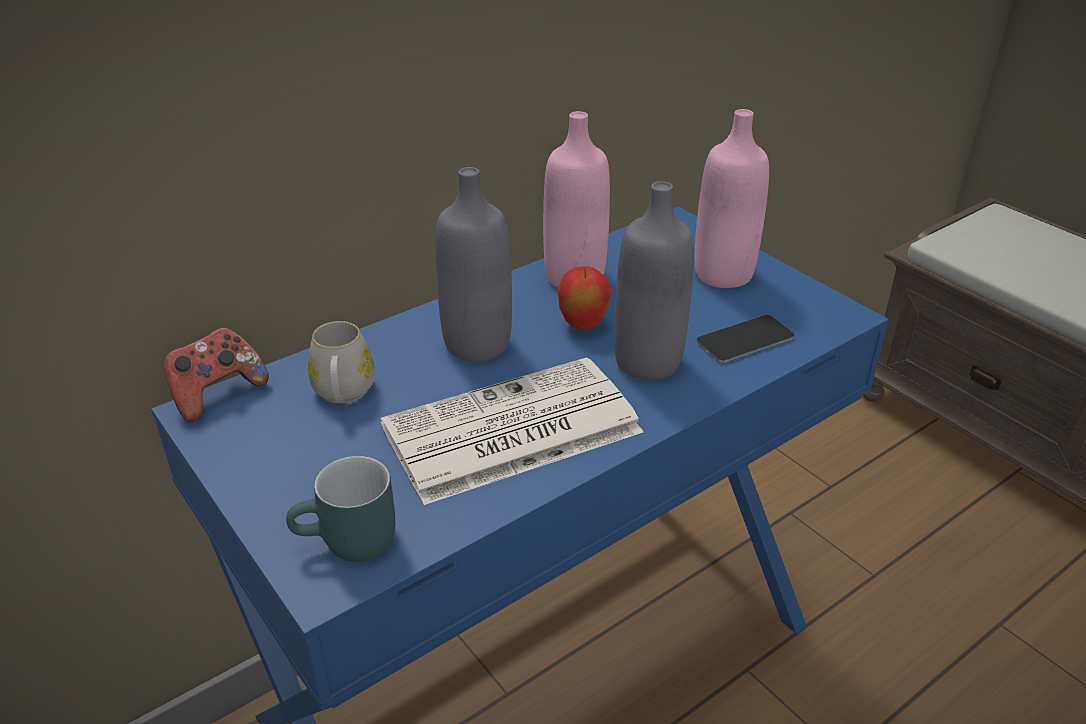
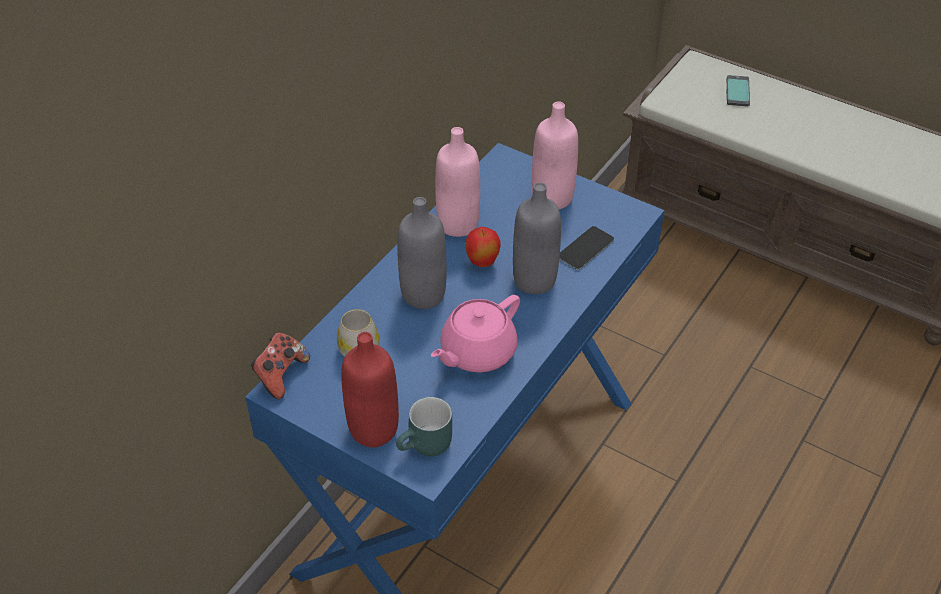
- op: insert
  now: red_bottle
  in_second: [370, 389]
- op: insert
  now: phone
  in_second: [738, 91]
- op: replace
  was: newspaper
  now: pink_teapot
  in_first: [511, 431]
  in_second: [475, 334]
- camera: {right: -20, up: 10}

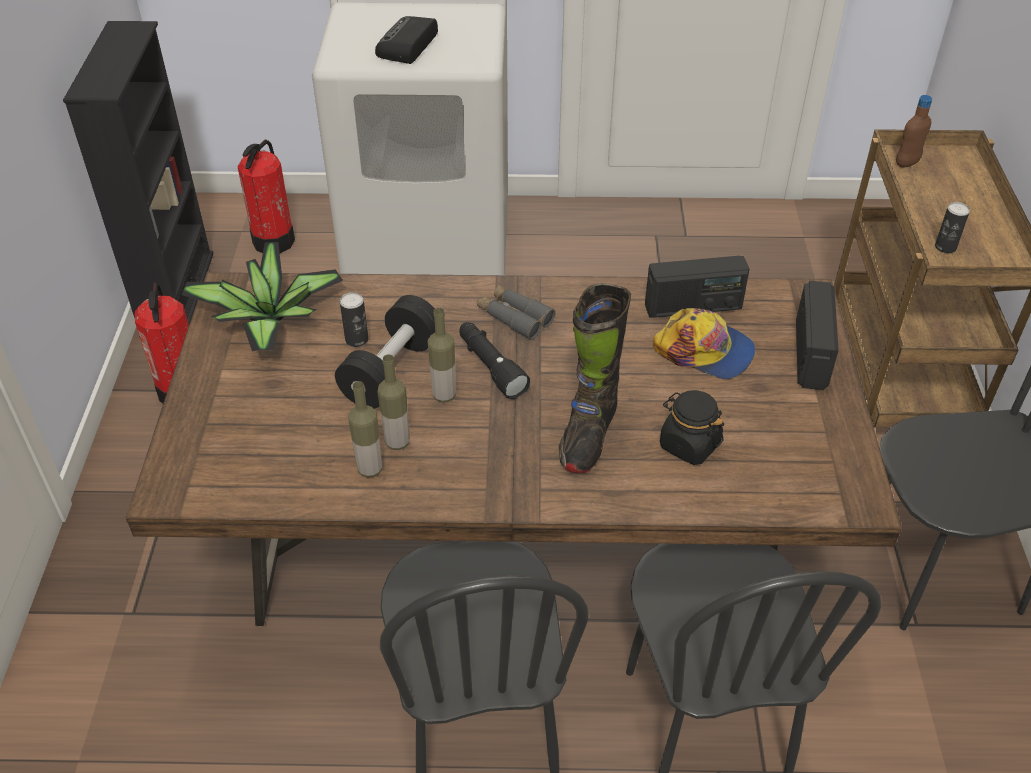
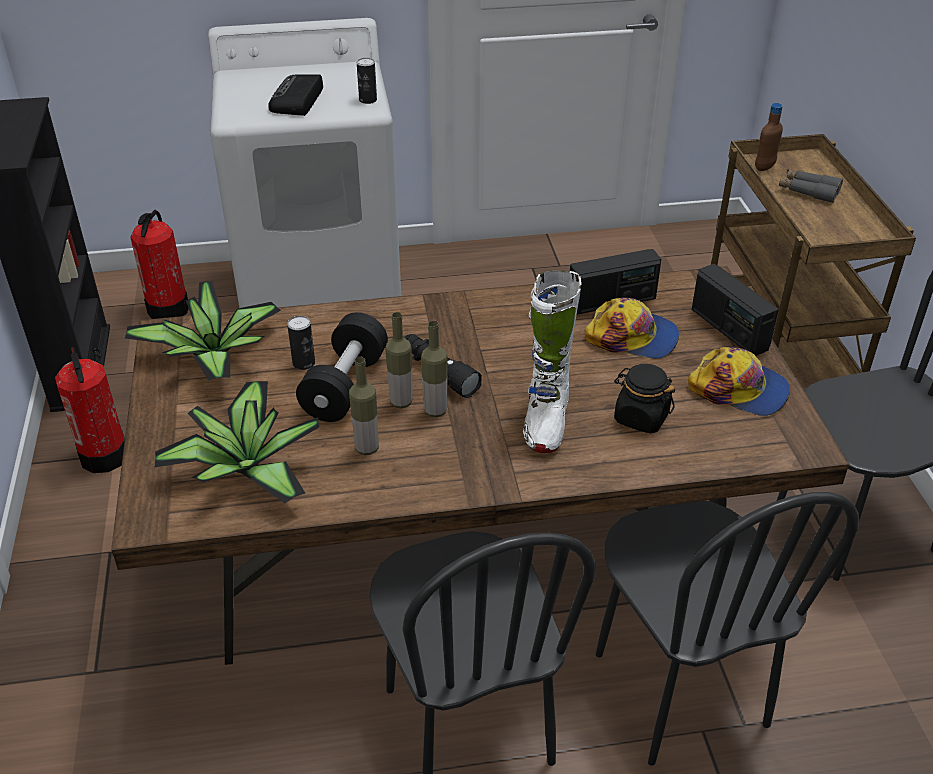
- op: insert
  now: potted_plant
  in_second: [236, 442]
- op: insert
  now: cap
  in_second: [739, 381]
- op: move
  was: bottle
  in_first: [365, 429]
  in_second: [434, 369]
- op: move
  was: grey_binoculars
  in_first: [516, 312]
  in_second: [811, 186]
- op: move
  was: can
  in_first: [952, 227]
  in_second: [367, 81]
- op: recolor
  was: black_boot
  now: white_boot
  in_first: [595, 378]
  in_second: [552, 361]
- op: rotate
  was: radio
  in_first: [817, 335]
  in_second: [735, 310]
  clockwise: 150
- camera: {right: -10, up: -5}

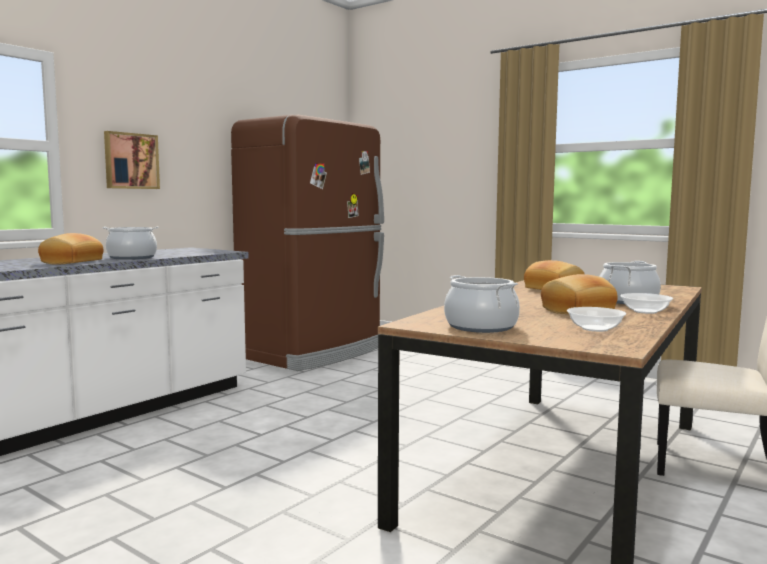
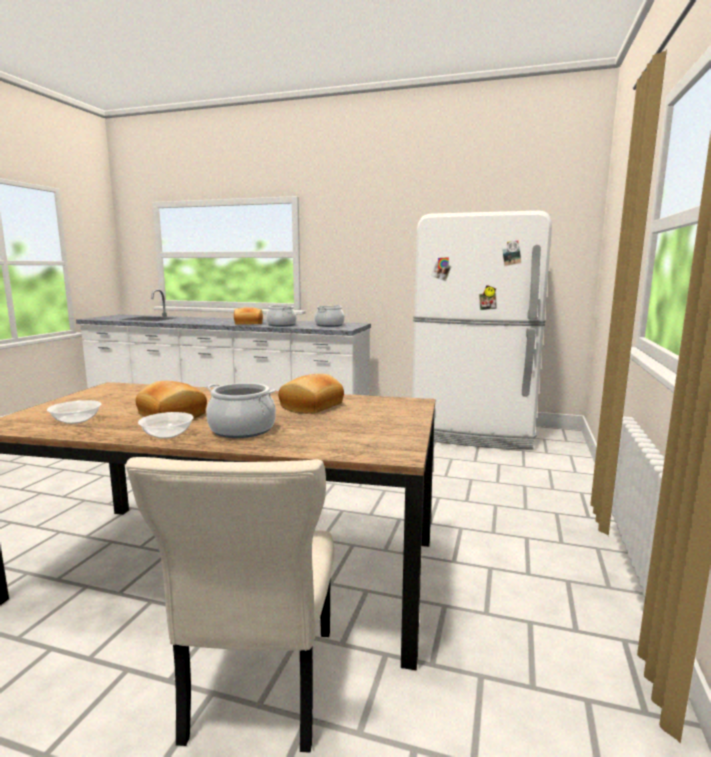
- op: delete
  was: picture
  in_first: [132, 160]
- op: move
  was: cooking_pot
  in_first: [482, 304]
  in_second: [329, 316]
- op: recolor
  was: brown_fridge
  now: white_fridge
  in_first: [307, 243]
  in_second: [482, 330]
- camera: {right: 70, up: 5}

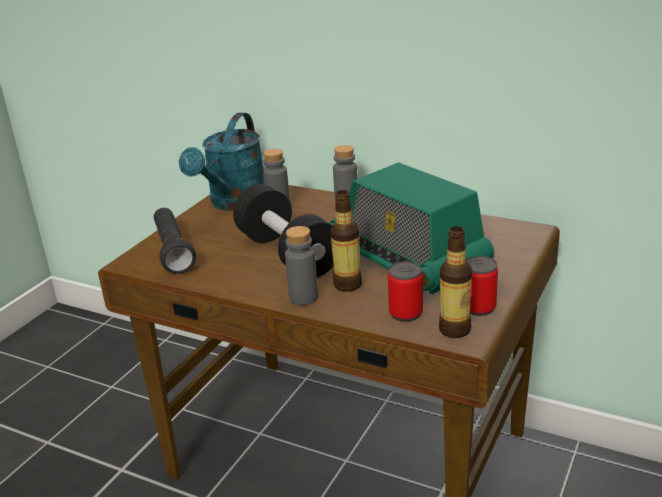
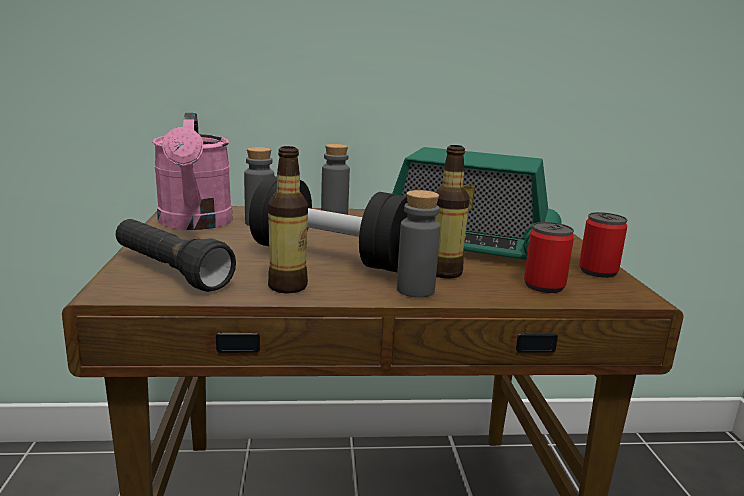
- op: move
  was: bottle
  in_first: [455, 282]
  in_second: [288, 219]
- op: recolor
  was: turquoise_watering_can
  now: pink_watering_can
  in_first: [221, 161]
  in_second: [192, 171]
- camera: {right: -35, up: -10}

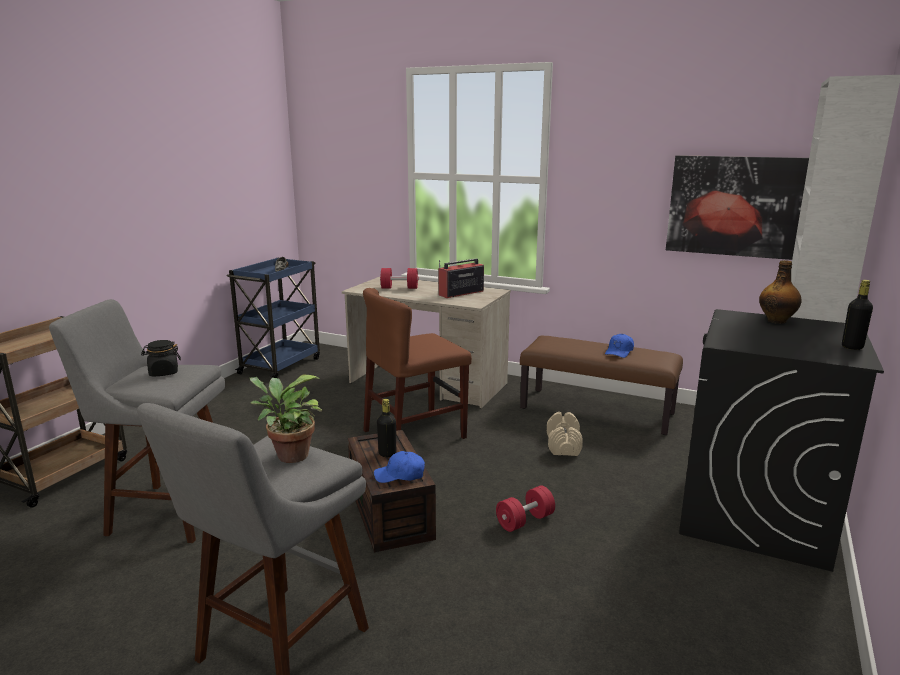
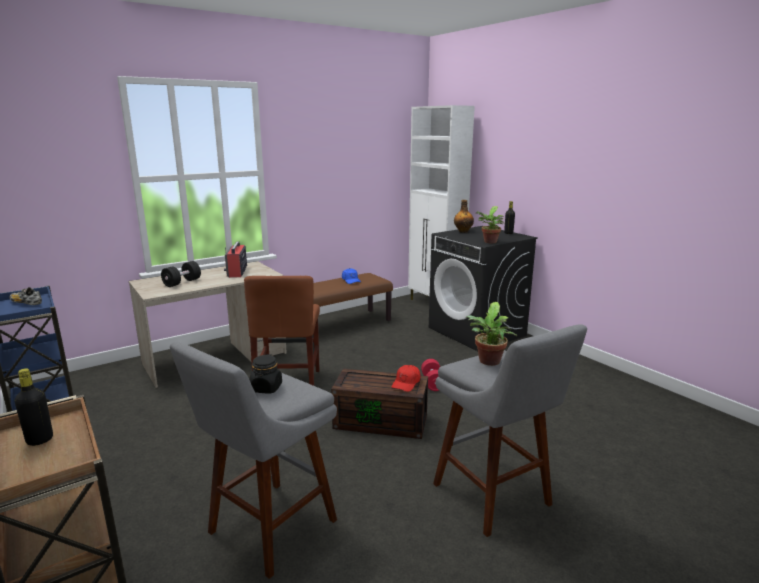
- op: delete
  was: beige_dumbbell
  in_first: [565, 434]
- op: delete
  was: picture
  in_first: [737, 207]
- op: insert
  now: potted_plant
  in_second: [490, 224]
- op: move
  was: black_bottle
  in_first: [386, 428]
  in_second: [34, 407]
- op: recolor
  was: blue_cap
  now: red_cap
  in_first: [399, 467]
  in_second: [406, 378]
- op: recolor
  was: red_dumbbell
  now: black_dumbbell
  in_first: [399, 278]
  in_second: [181, 274]
- camera: {right: -60, up: 0}

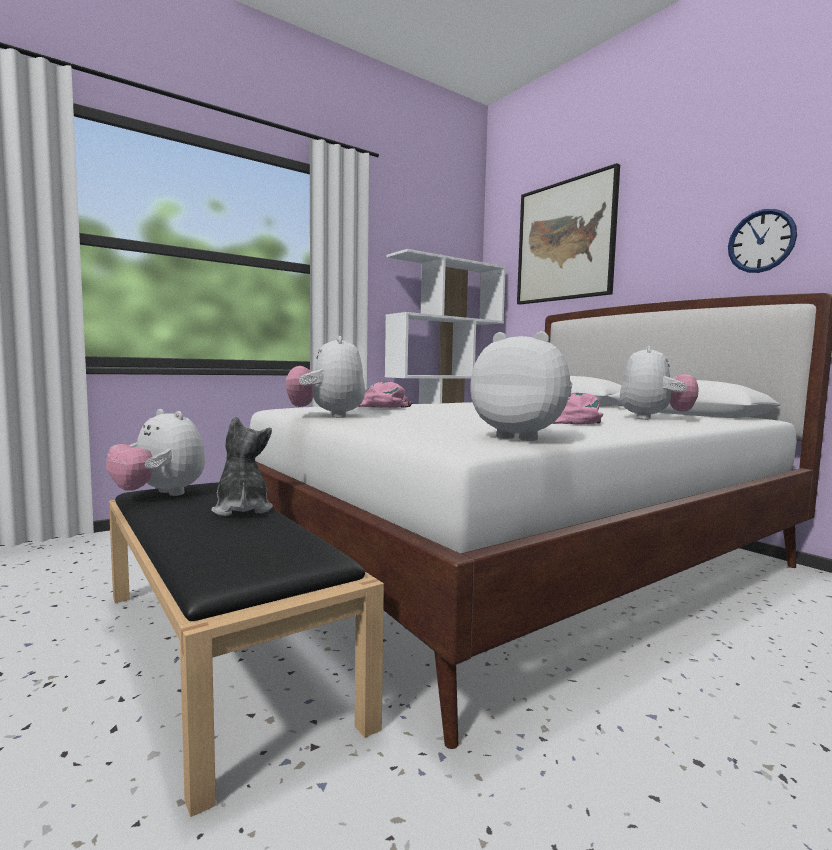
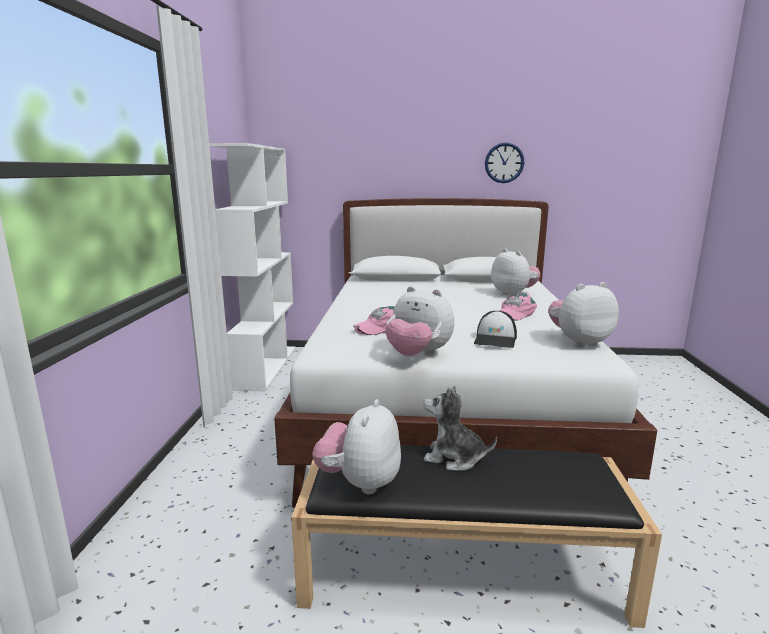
- op: delete
  was: picture
  in_first: [568, 233]
- op: insert
  now: cap
  in_second: [495, 329]
- op: rotate
  was: plush_toy
  in_first: [155, 452]
  in_second: [356, 446]
  clockwise: 120
- camera: {right: -50, up: 10}

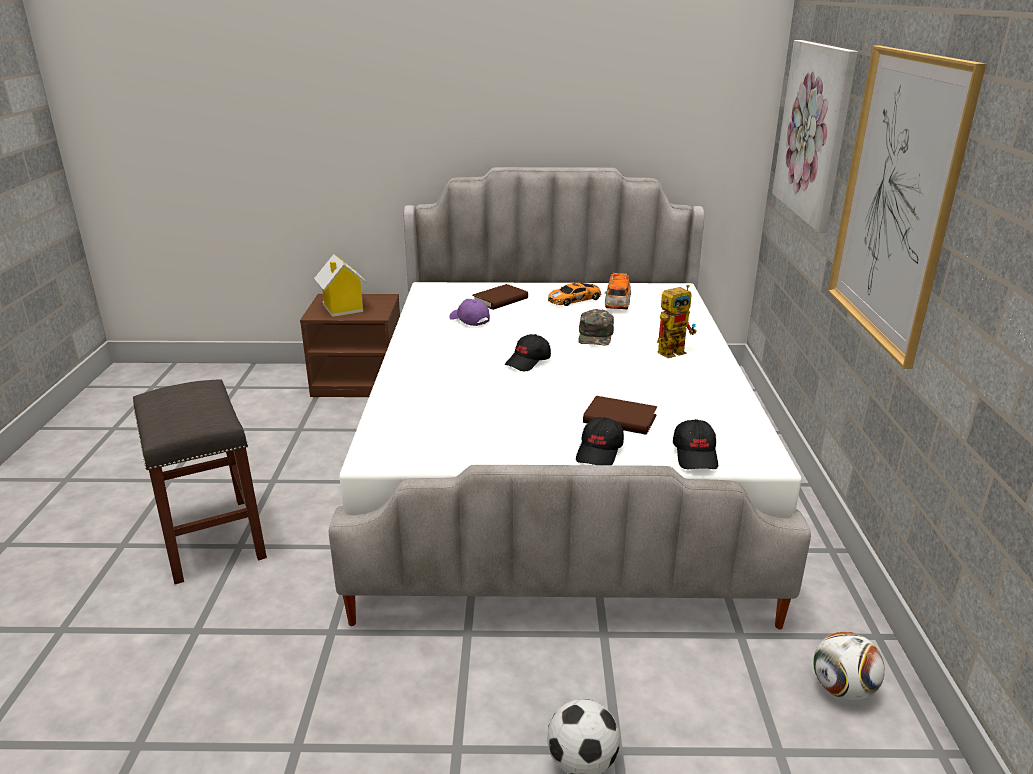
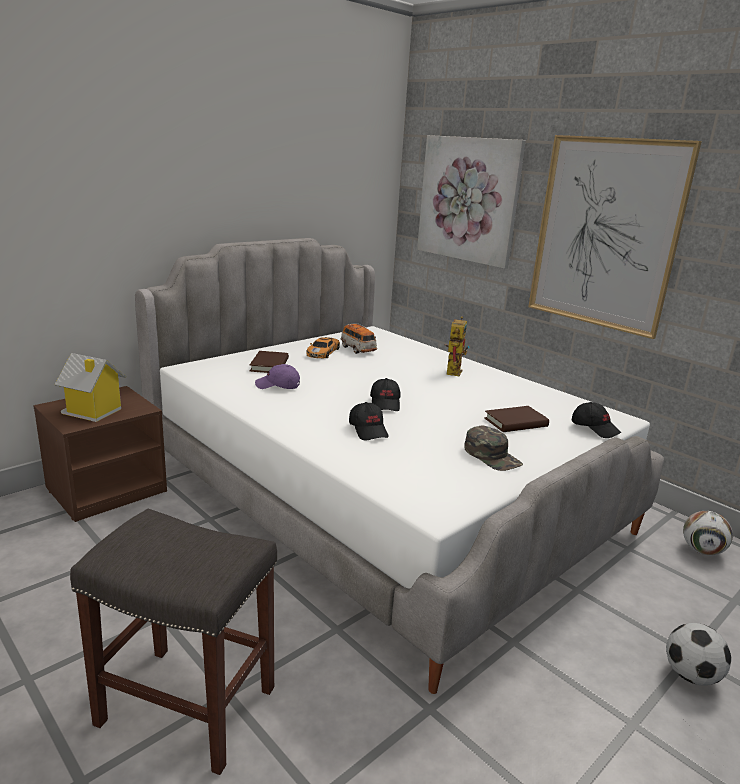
- op: move
  was: black_cap
  in_first: [600, 441]
  in_second: [369, 421]
- op: move
  was: green_cap
  in_first: [596, 327]
  in_second: [493, 448]
- camera: {right: -45, up: -5}

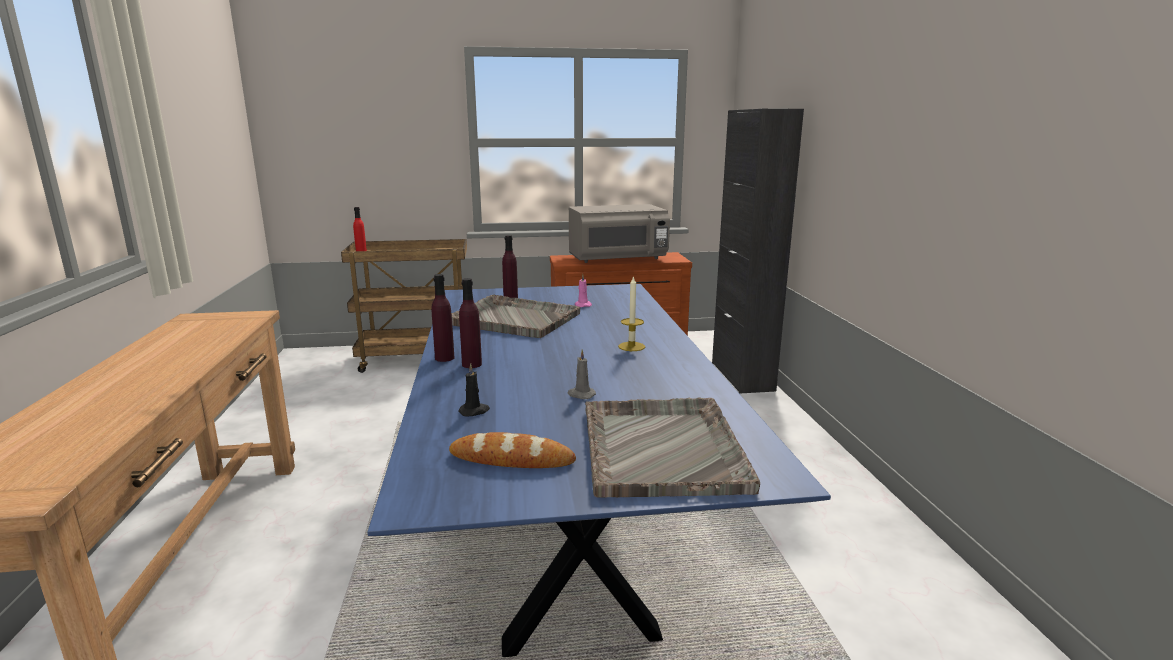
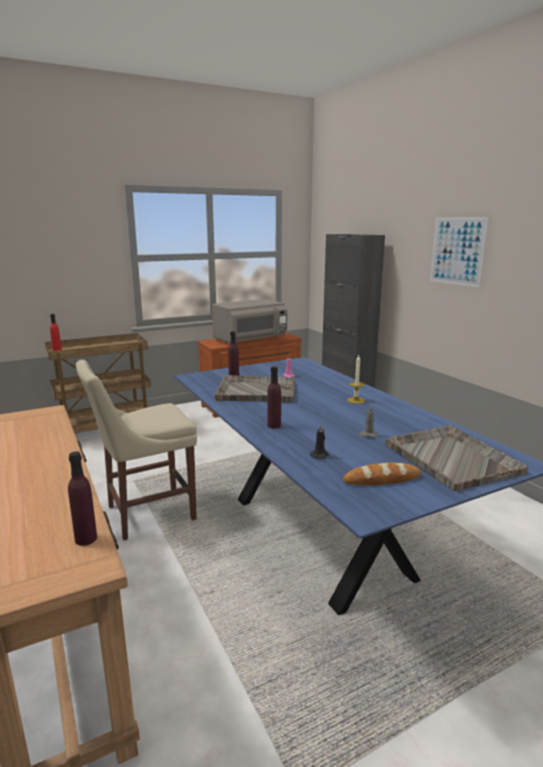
- op: insert
  now: beige_chair
  in_second: [136, 450]
- op: insert
  now: picture
  in_second: [459, 252]
- op: move
  was: purple_bottle
  in_first: [442, 318]
  in_second: [82, 498]
- camera: {right: -20, up: 0}

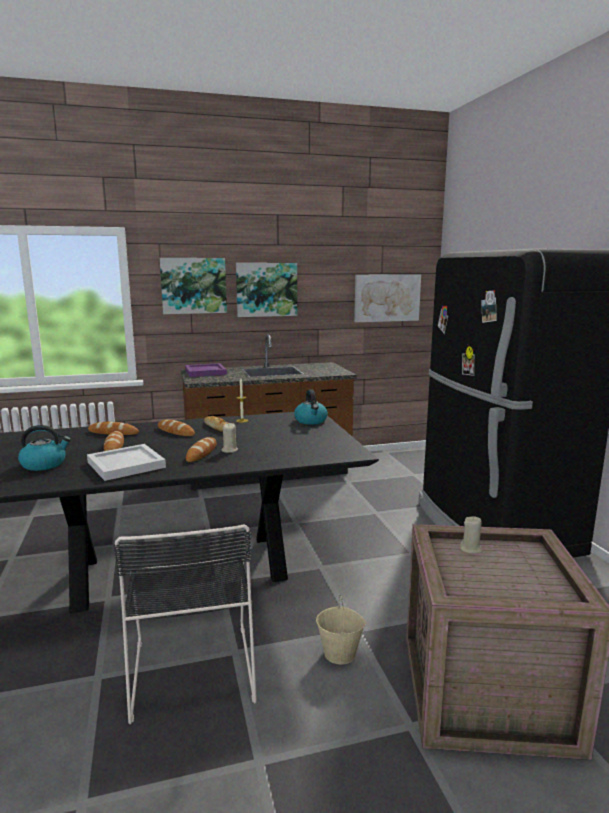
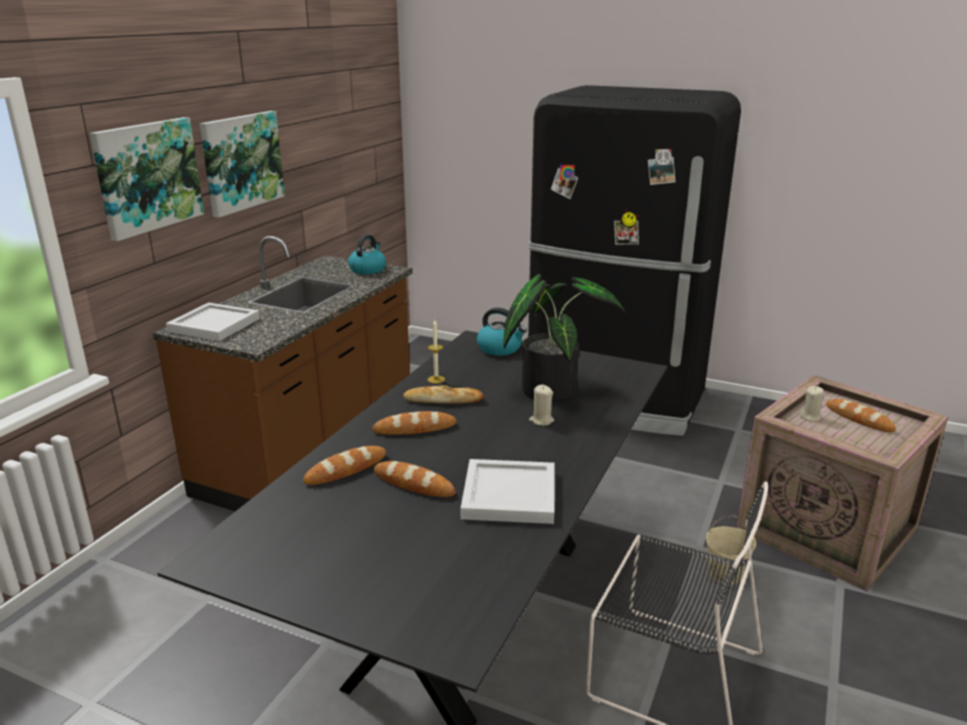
- op: delete
  was: picture
  in_first: [387, 298]
- op: insert
  now: potted_plant
  in_second: [564, 338]
- op: move
  was: kettle
  in_first: [44, 448]
  in_second: [367, 254]
- op: move
  was: bread
  in_first: [201, 449]
  in_second: [861, 415]
- op: recolor
  was: purple_tray
  now: white_tray
  in_first: [206, 370]
  in_second: [213, 322]
- camera: {right: -50, up: 10}

